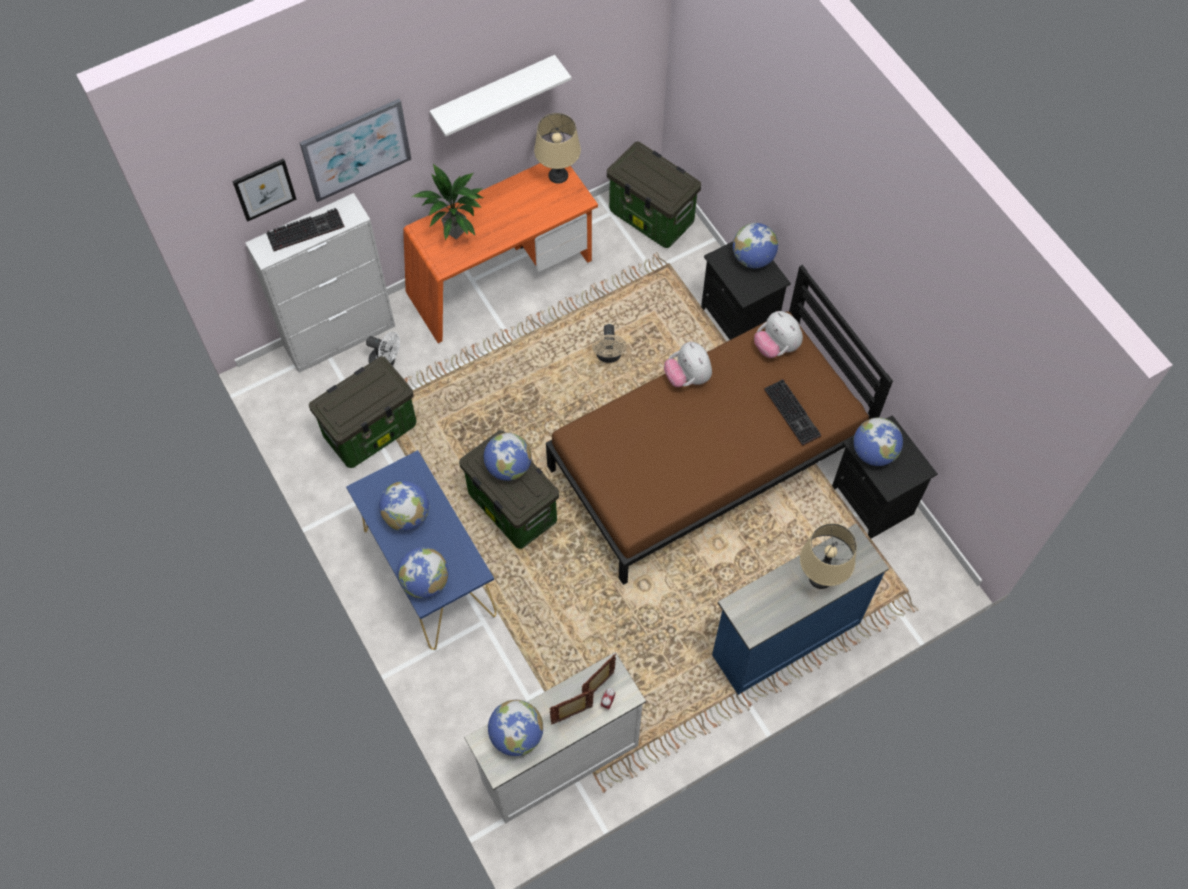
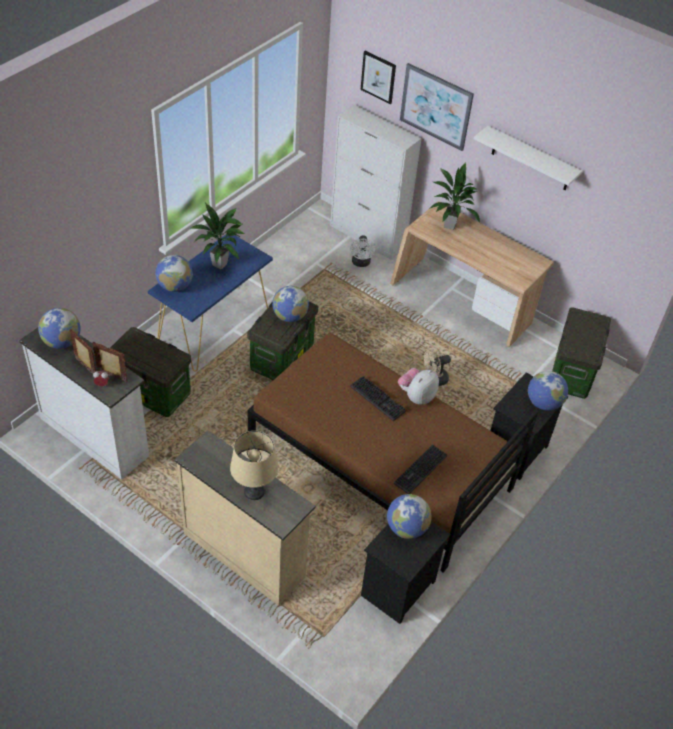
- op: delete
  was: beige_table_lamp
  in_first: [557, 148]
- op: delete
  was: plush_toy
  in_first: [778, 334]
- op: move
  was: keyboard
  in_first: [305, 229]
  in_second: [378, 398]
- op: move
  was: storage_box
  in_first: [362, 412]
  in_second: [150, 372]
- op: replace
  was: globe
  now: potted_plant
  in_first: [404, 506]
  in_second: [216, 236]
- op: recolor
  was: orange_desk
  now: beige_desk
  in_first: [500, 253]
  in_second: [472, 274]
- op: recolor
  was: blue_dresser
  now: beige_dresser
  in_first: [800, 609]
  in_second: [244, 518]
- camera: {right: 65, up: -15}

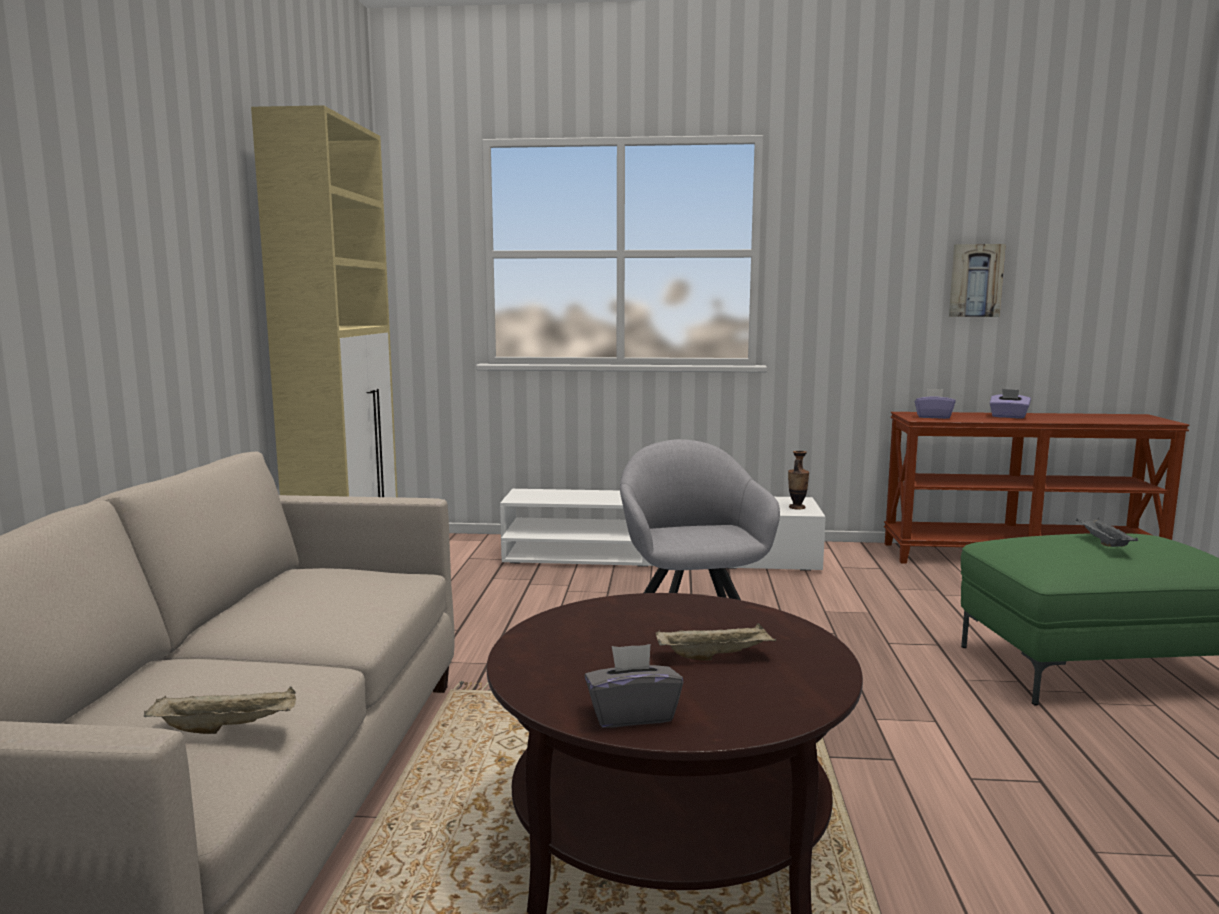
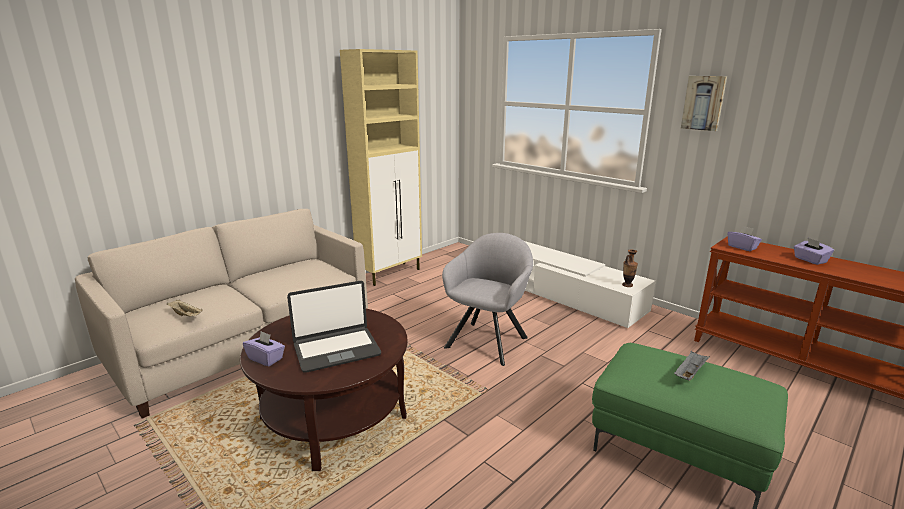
- op: move
  was: picture
  in_first: [977, 280]
  in_second: [704, 103]
- op: replace
  was: beige_tray
  now: laptop
  in_first: [716, 642]
  in_second: [334, 327]
- op: recolor
  was: grey_tissue_box
  now: purple_tissue_box
  in_first: [633, 685]
  in_second: [264, 348]
- camera: {right: 40, up: 10}

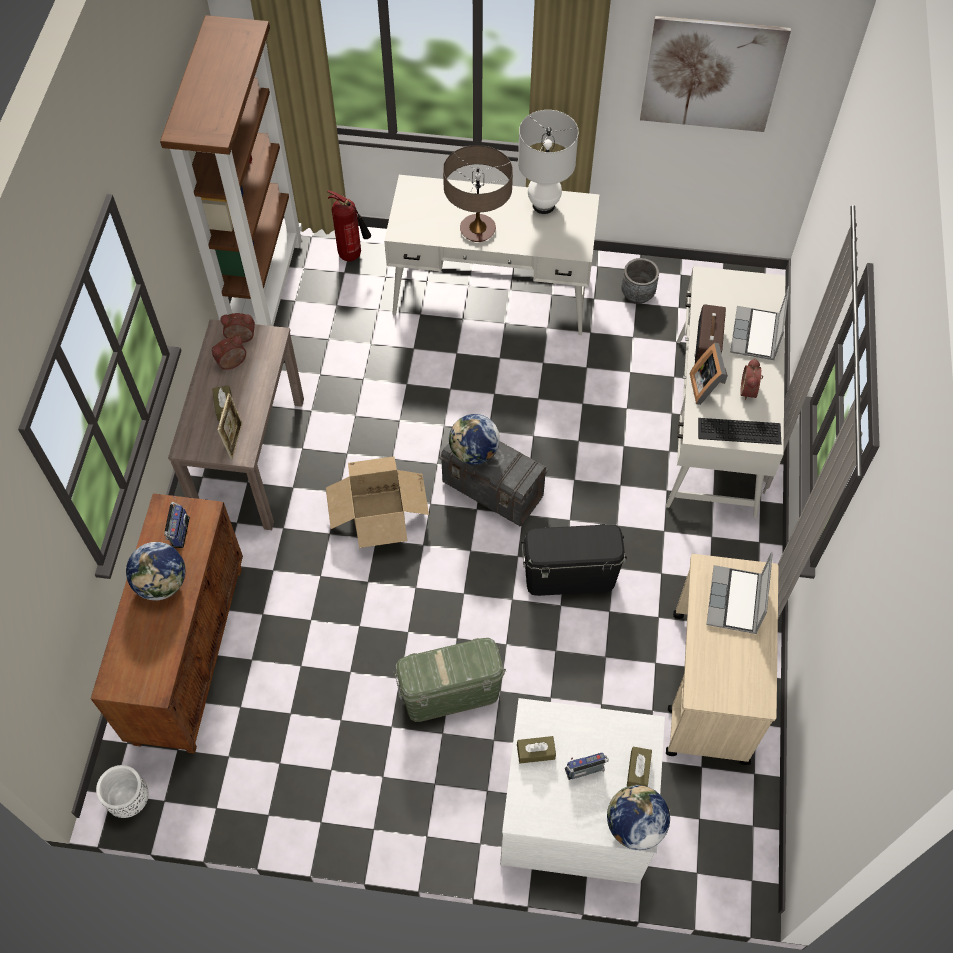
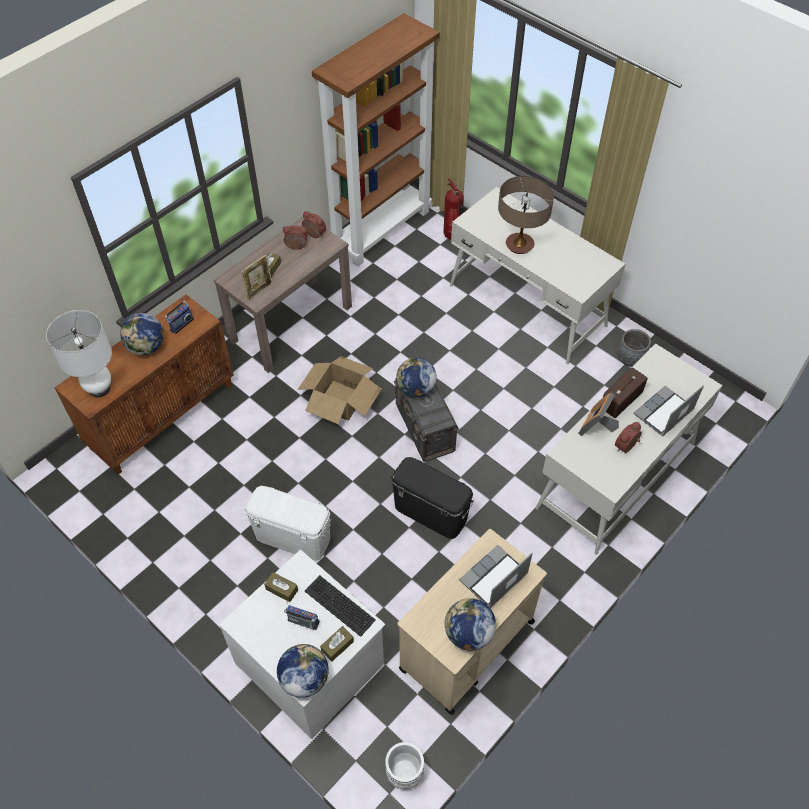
- op: delete
  was: picture
  in_first: [715, 74]
- op: insert
  now: globe
  in_second: [470, 624]
- op: move
  was: white_planter
  in_first: [122, 791]
  in_second: [404, 765]
- op: move
  was: white_table_lamp
  in_first: [548, 162]
  in_second: [79, 354]
- op: move
  was: keyboard
  in_first: [739, 431]
  in_second: [340, 606]
- op: recolor
  was: green_storage_box
  now: white_storage_box
  in_first: [450, 680]
  in_second: [288, 523]
- camera: {right: 35, up: -5}

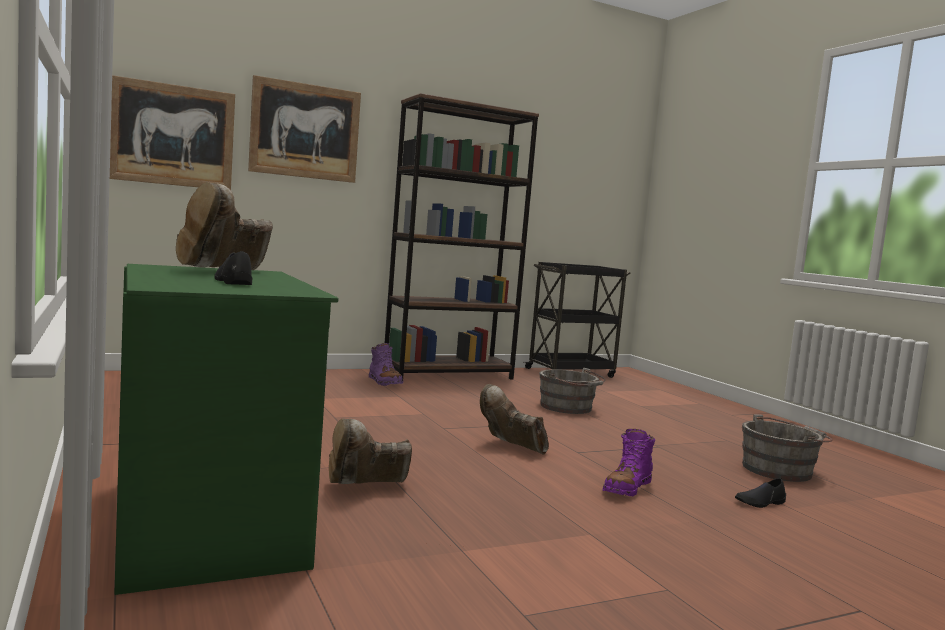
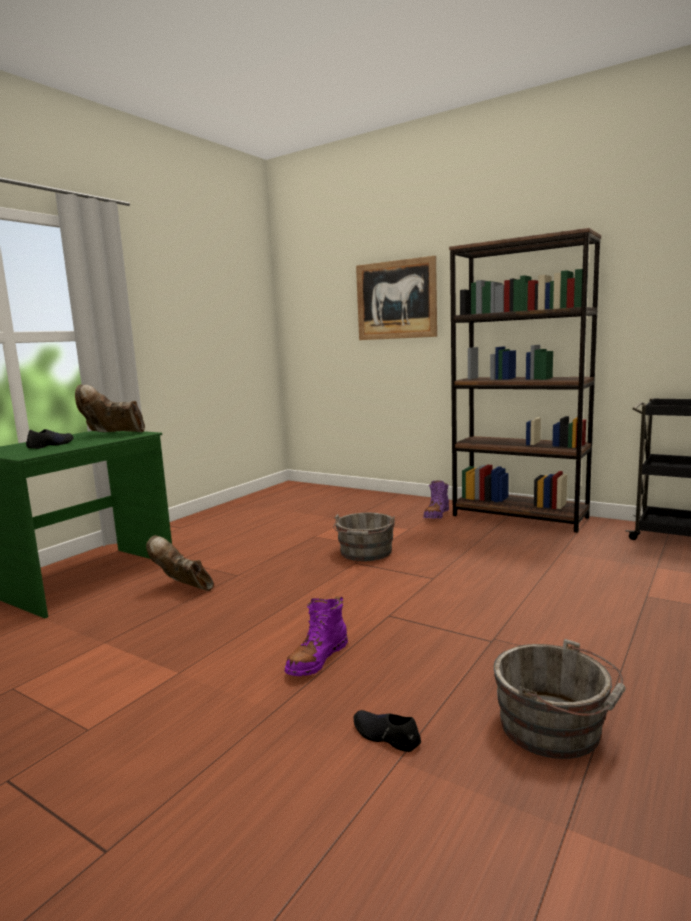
- op: delete
  was: picture
  in_first: [172, 132]
- op: delete
  was: brown_boot
  in_first: [514, 419]
- op: move
  was: grey_bucket
  in_first: [573, 391]
  in_second: [364, 536]
- op: rotate
  was: purple_boot
  in_first: [628, 463]
  in_second: [316, 636]
  clockwise: -60
- camera: {right: 60, up: 5}

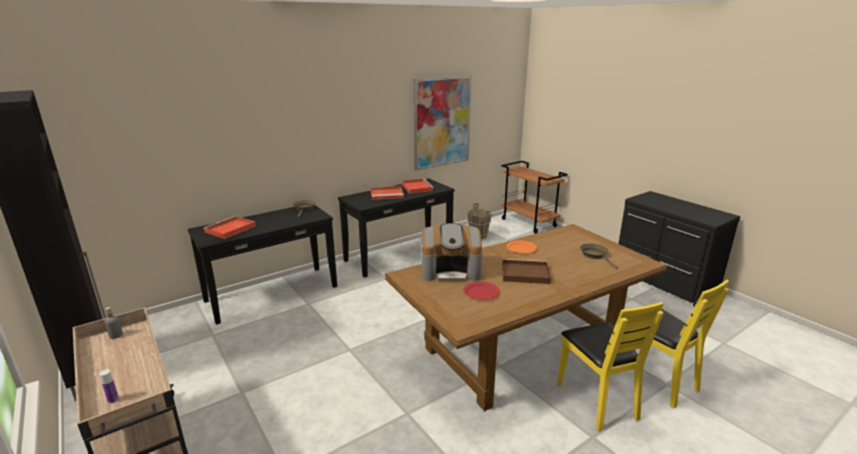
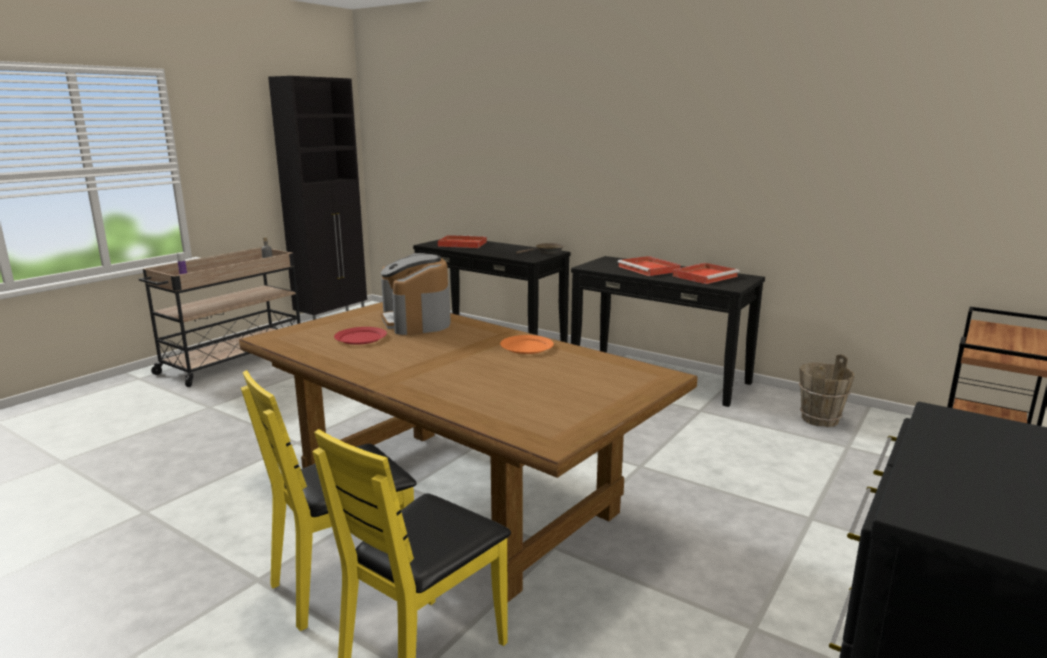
- op: delete
  was: picture
  in_first: [443, 122]
- op: delete
  was: brown_tray
  in_first: [526, 271]
- op: delete
  was: brown_frying_pan
  in_first: [599, 256]
- camera: {right: 70, up: -5}

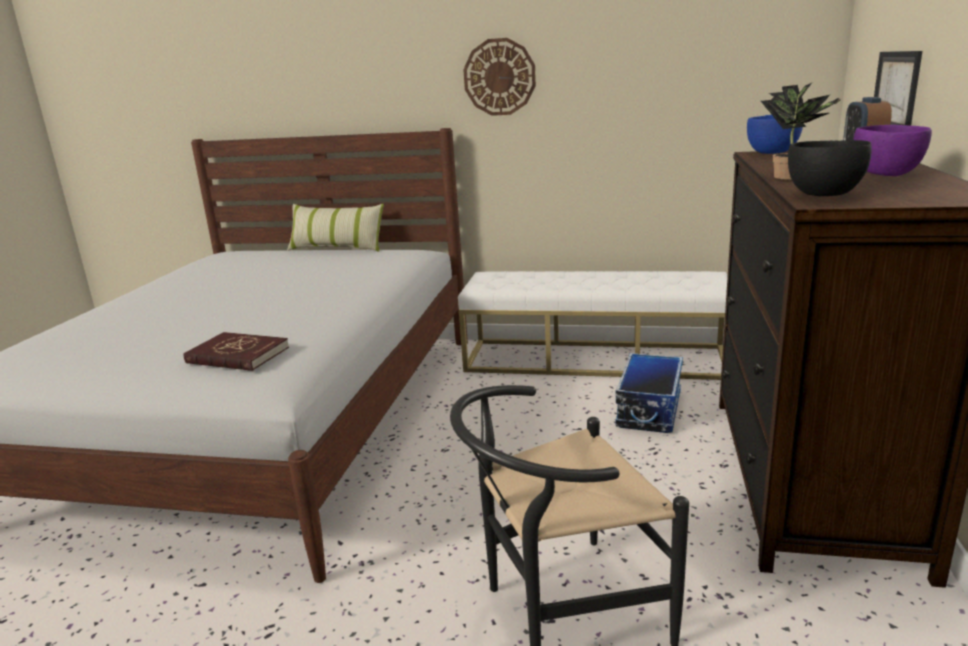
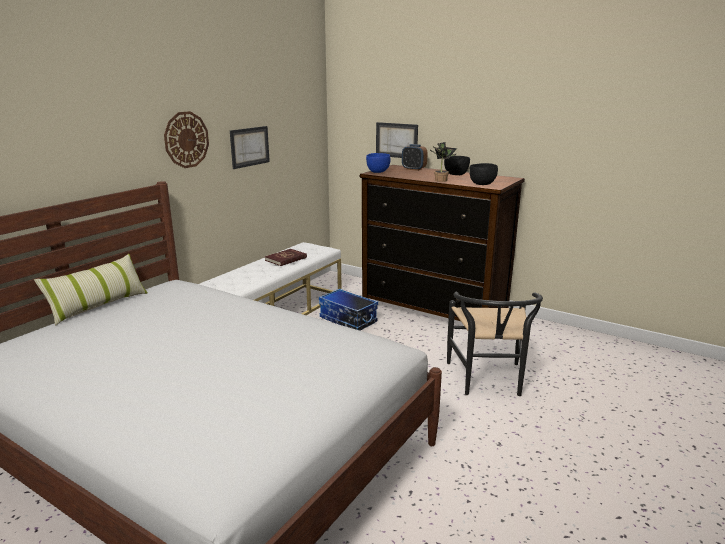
- op: insert
  now: picture
  in_second: [250, 147]
- op: move
  was: red_book
  in_first: [236, 351]
  in_second: [286, 257]
- op: recolor
  was: purple_bowl
  now: black_bowl
  in_first: [893, 150]
  in_second: [457, 165]
- camera: {right: -70, up: 0}

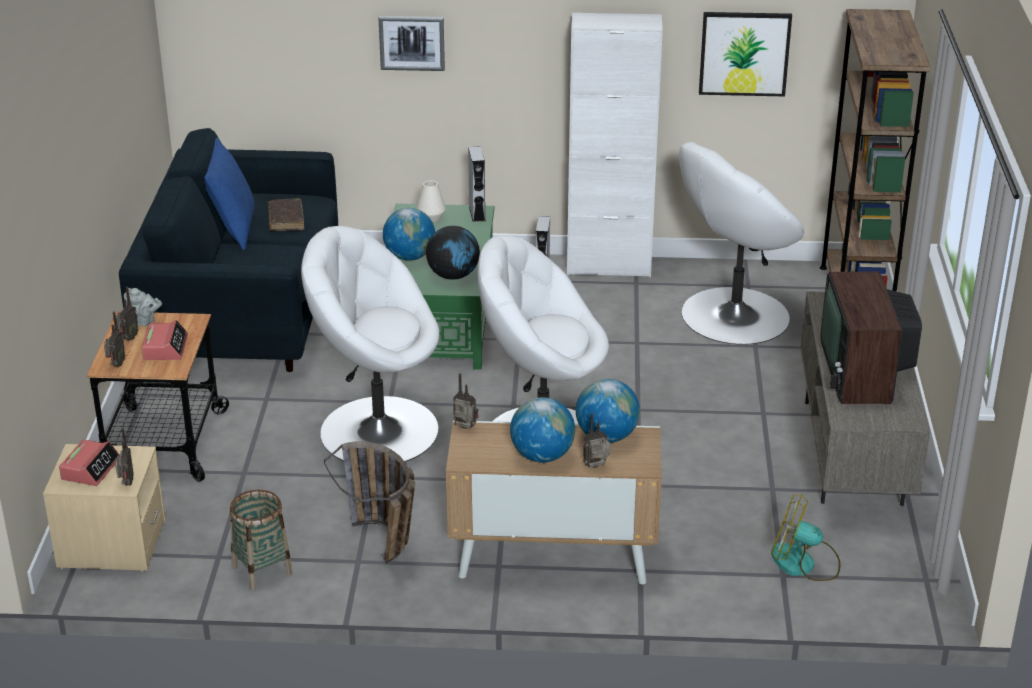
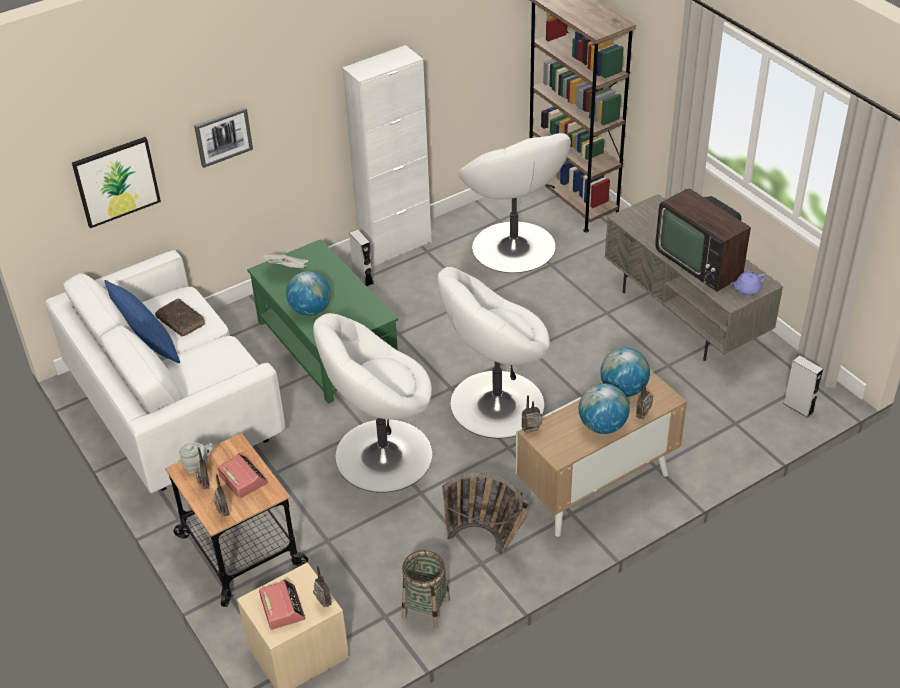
- op: delete
  was: globe
  in_first: [453, 253]
- op: delete
  was: fan
  in_first: [805, 537]
- op: insert
  now: purple_teapot
  in_second: [748, 284]
- op: move
  was: grey_speaker
  in_first: [477, 184]
  in_second: [803, 386]
- op: move
  was: picture
  in_first: [745, 54]
  in_second: [116, 182]
- op: replace
  was: white_vase
  now: newspaper
  in_first: [431, 202]
  in_second: [285, 261]
- op: recolor
  was: blue_sofa
  now: white_sofa
  in_first: [228, 250]
  in_second: [165, 371]
- op: rotate
  was: white_armchair
  in_first: [741, 243]
  in_second: [515, 203]
  clockwise: -45
- camera: {right: -35, up: 10}

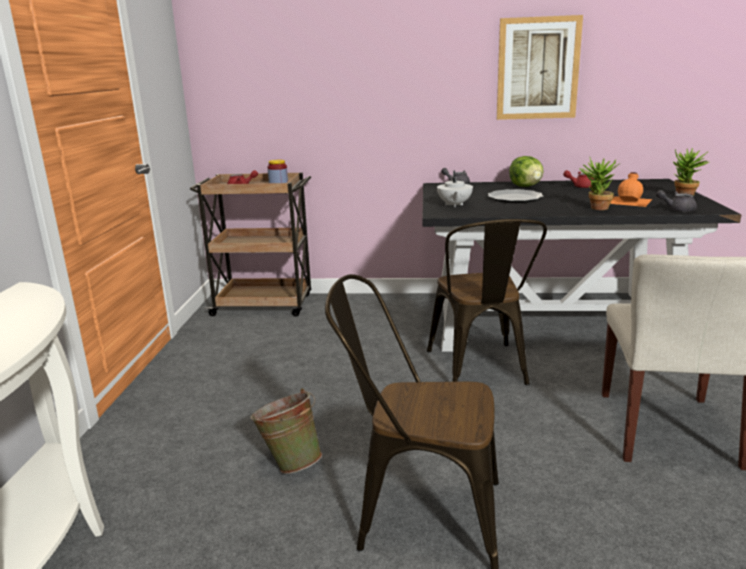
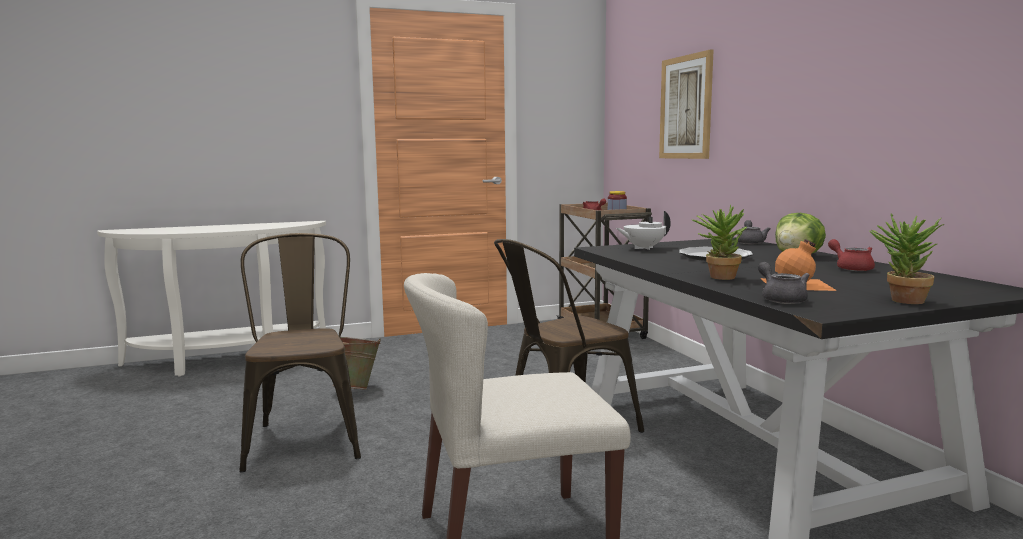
- op: move
  was: picture
  in_first: [540, 67]
  in_second: [686, 104]
- camera: {right: 65, up: -10}

